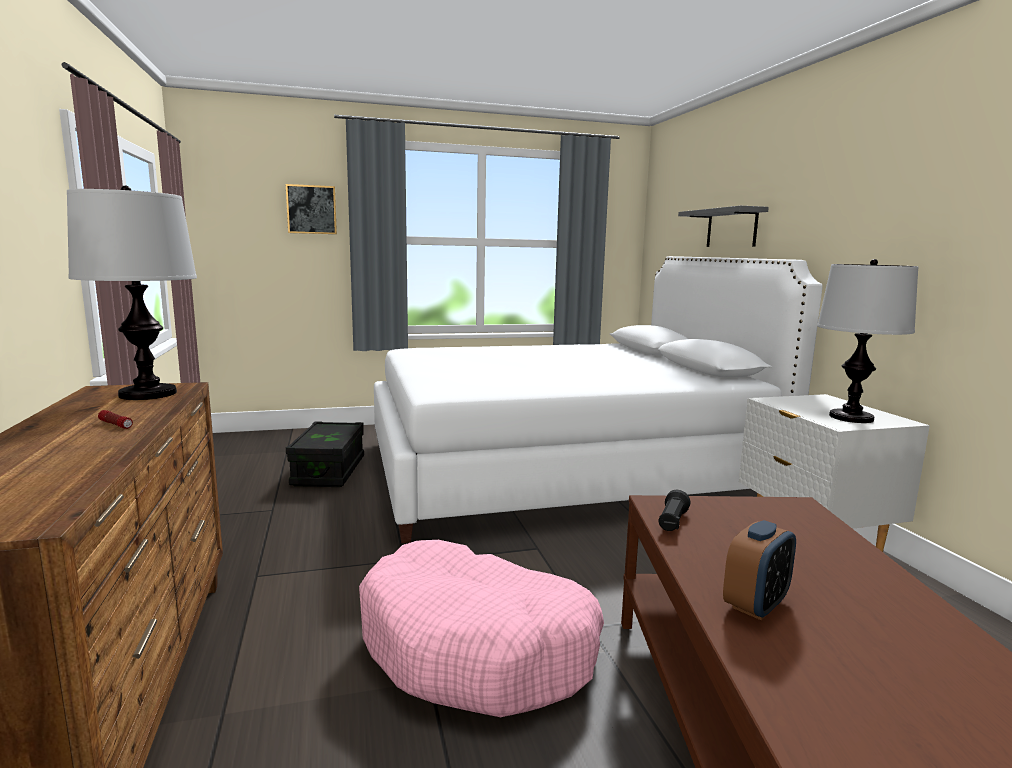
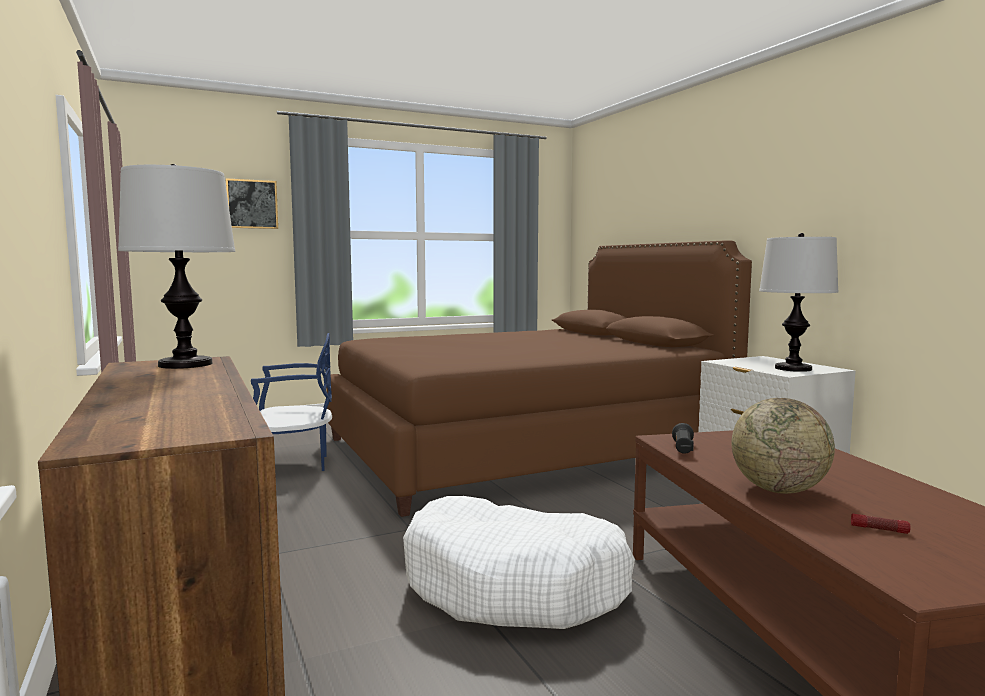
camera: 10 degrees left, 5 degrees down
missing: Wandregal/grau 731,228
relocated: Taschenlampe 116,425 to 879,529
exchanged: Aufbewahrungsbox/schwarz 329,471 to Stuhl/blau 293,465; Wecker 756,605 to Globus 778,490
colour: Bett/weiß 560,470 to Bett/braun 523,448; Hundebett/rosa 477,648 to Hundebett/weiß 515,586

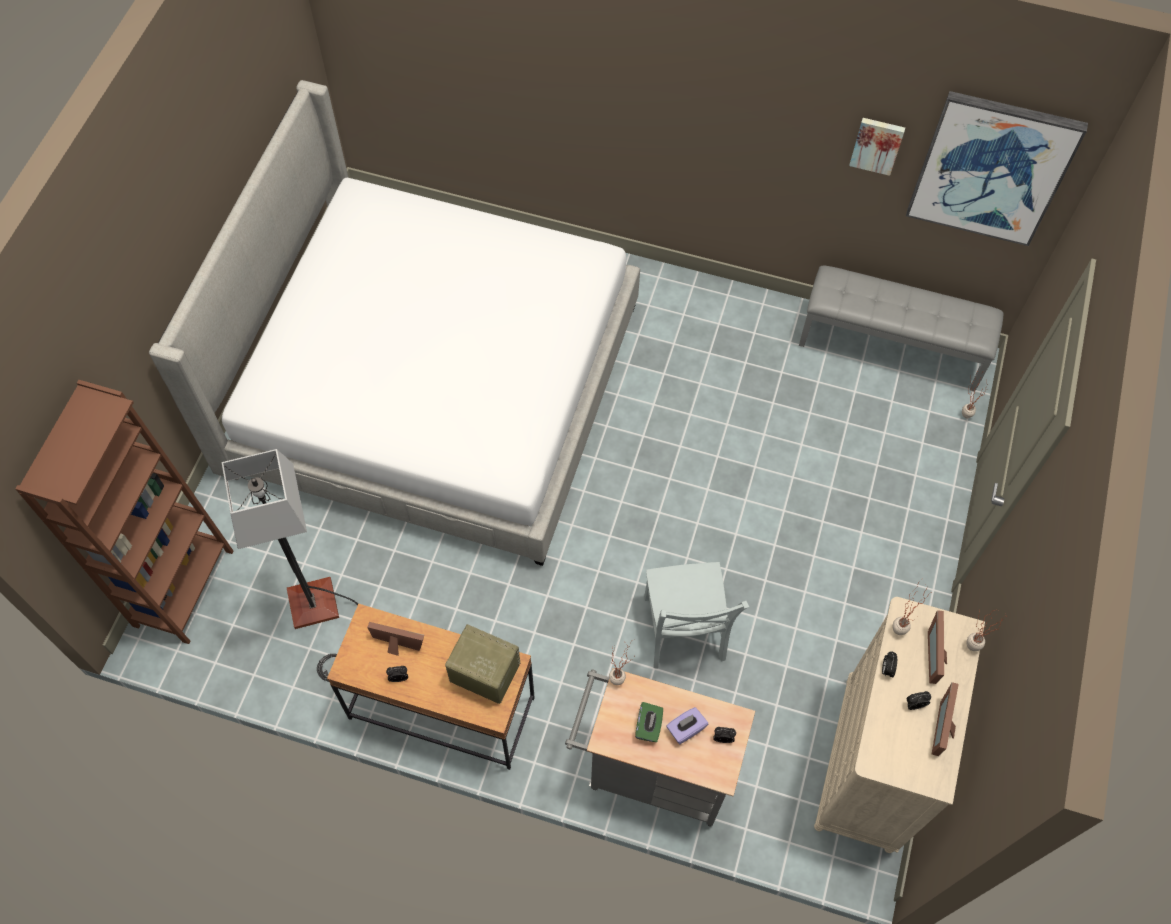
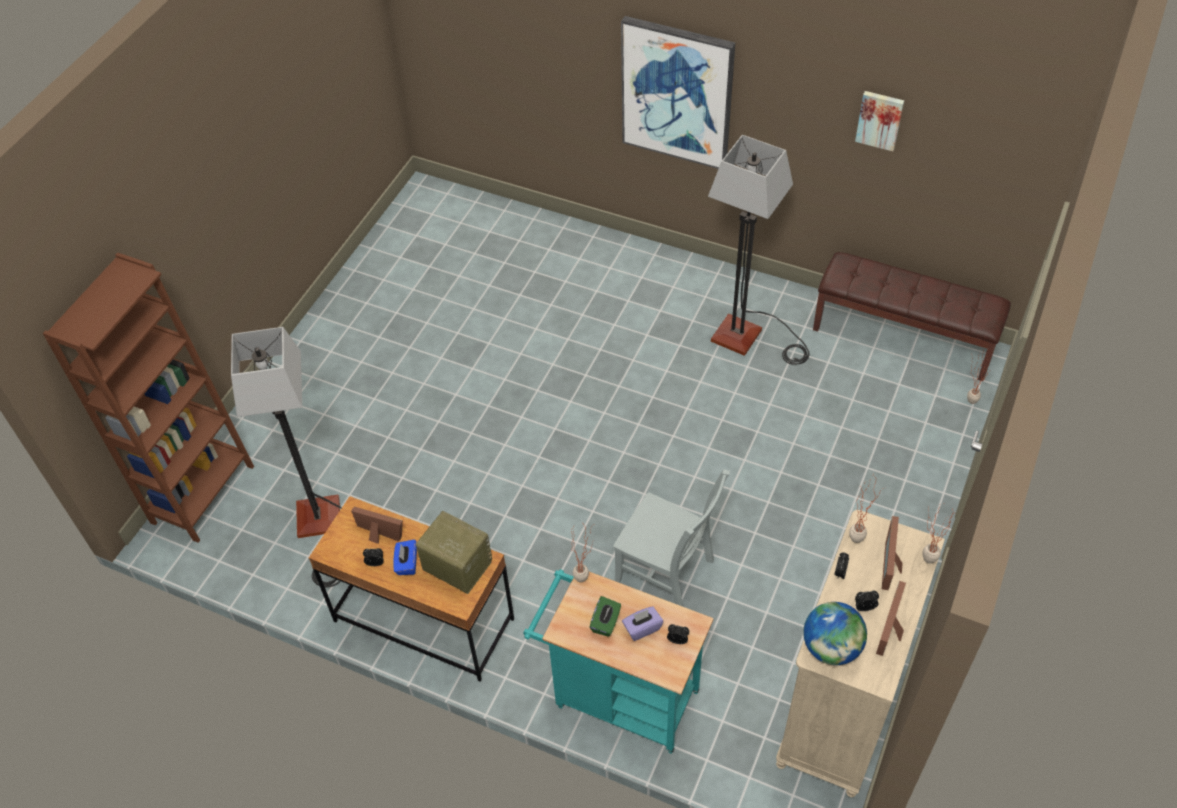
camera: 10 degrees right, 10 degrees down
missing: Bett 433,385
appeared: Stehlampe 750,338; Taschentuchbox/blau 407,563; Globus 831,647
relocated: Bild 991,168 to 677,92
colour: Bank/grau 891,346 to Bank/braun 904,336; Rollwagen/grau 651,770 to Rollwagen/türkis 619,696
spun: Stuhl/grau 683,632 = 668,573 60 degrees counterclockwise

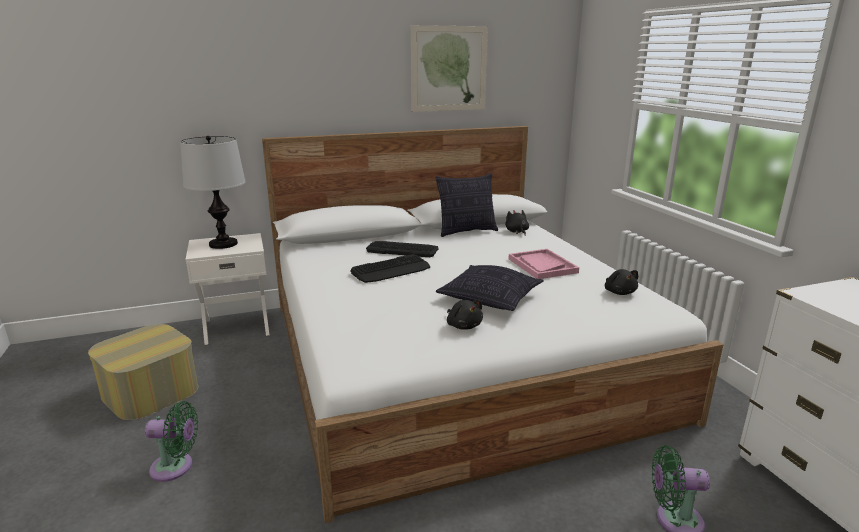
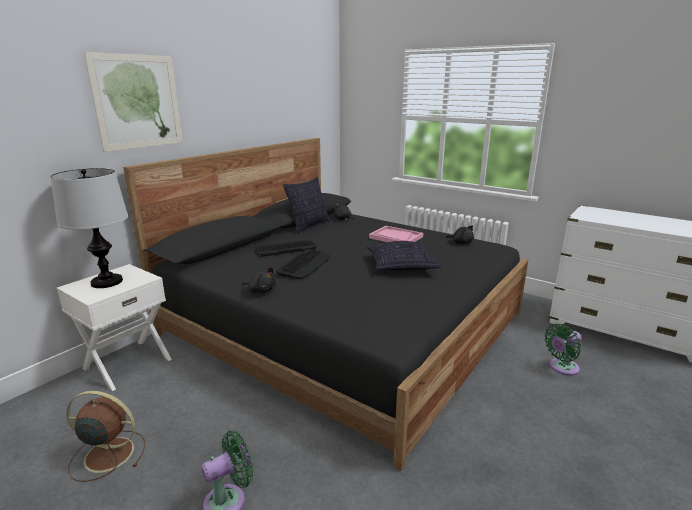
camera: 35 degrees left, 0 degrees up
relocated: Bild 449,69 to 138,102; Plüschtier/schwarz 463,326 to 261,290
exchanged: Polsterhocker 150,391 to Ventilator/braun 107,454
colour: Bett/weiß 454,356 to Bett/schwarz 344,323

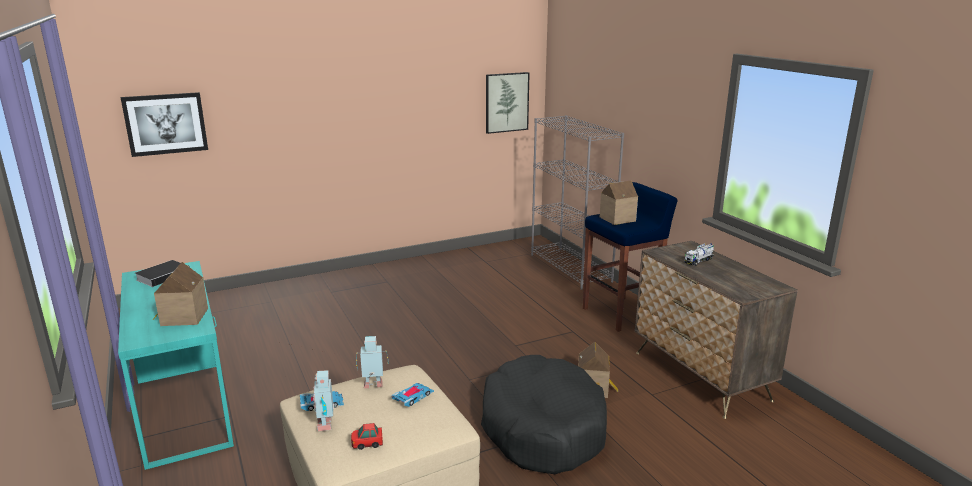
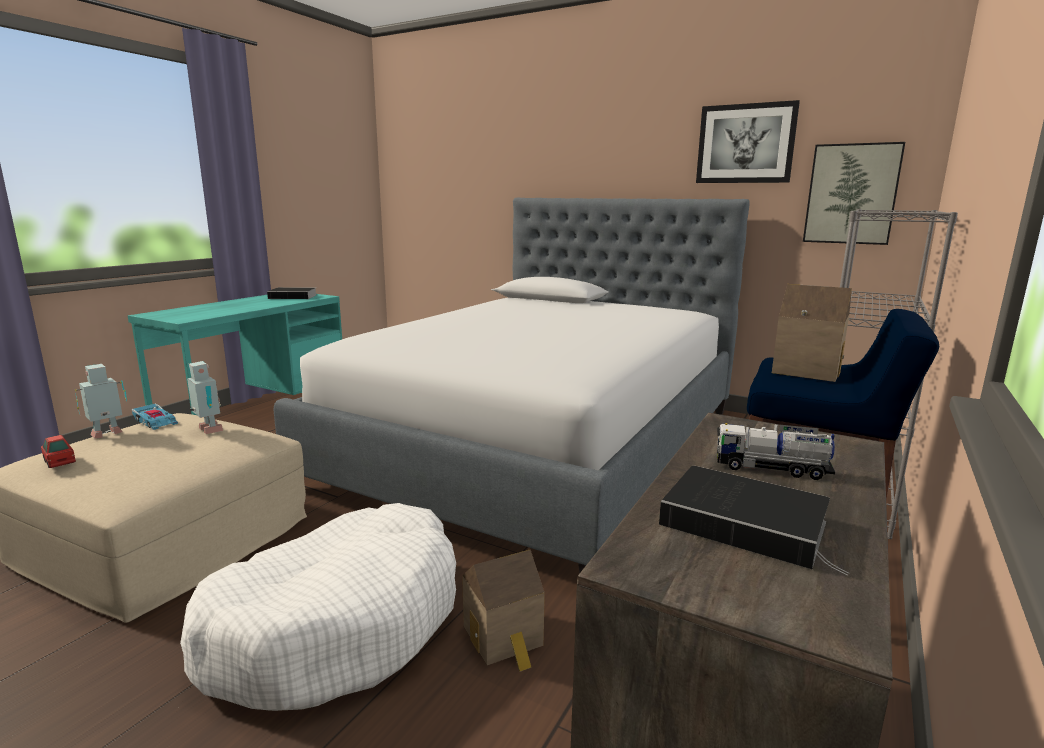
camera: 55 degrees right, 5 degrees down
missing: Spielzeughaus 182,317; Spielzeugauto 413,397
appeared: Bett 541,445; Buch 749,524
relocated: Bild 165,124 to 745,144
colour: Hundebett/schwarz 542,428 to Hundebett/weiß 338,624

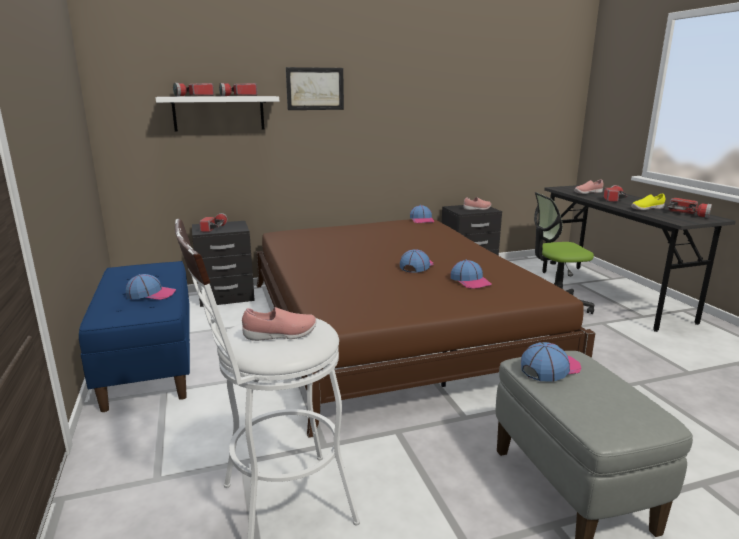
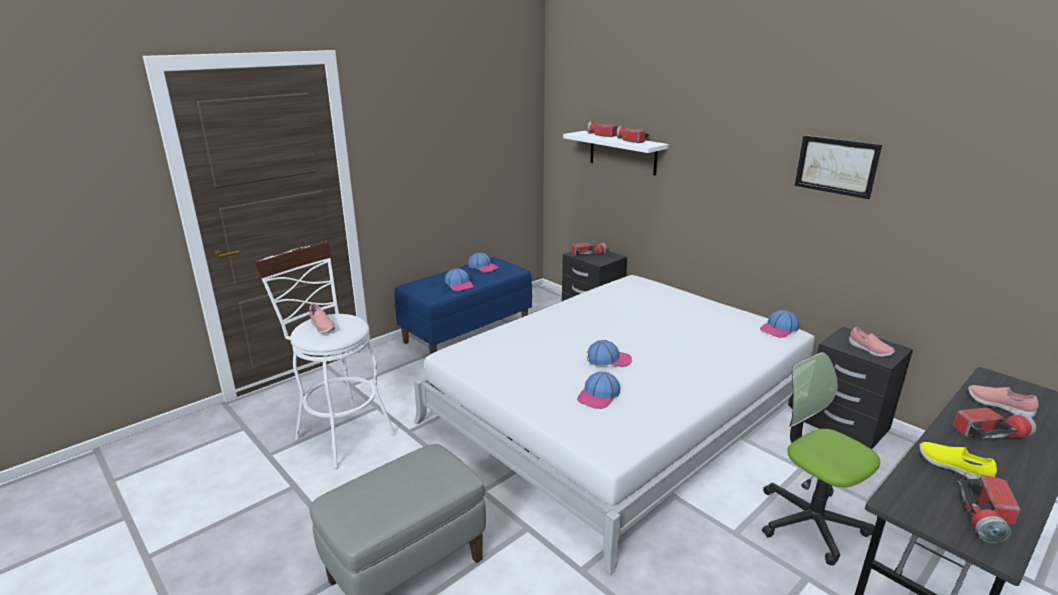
camera: 65 degrees right, 5 degrees up
relocated: Bild 315,89 to 836,166; Kappe 550,368 to 483,267
colour: Bett/braun 391,325 to Bett/weiß 621,410

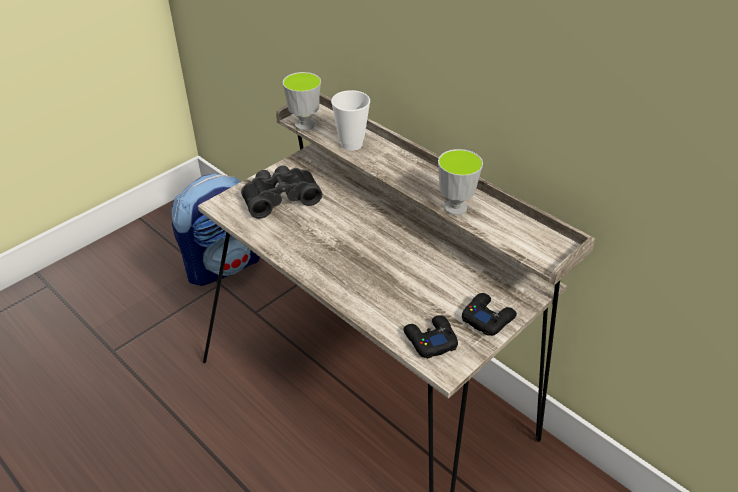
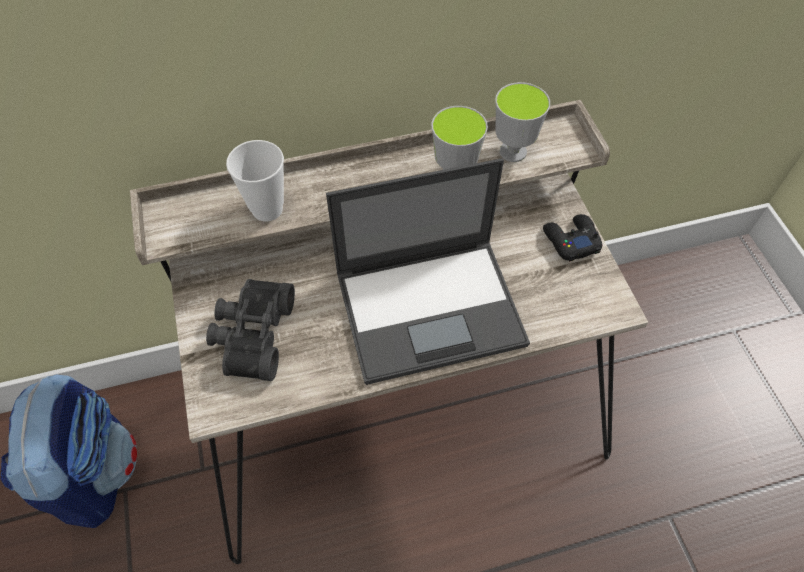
camera: 60 degrees left, 15 degrees up
missing: Gamepad/schwarz 430,340
appeared: Laptop 432,308
relocated: Tasse 304,125 to 513,152

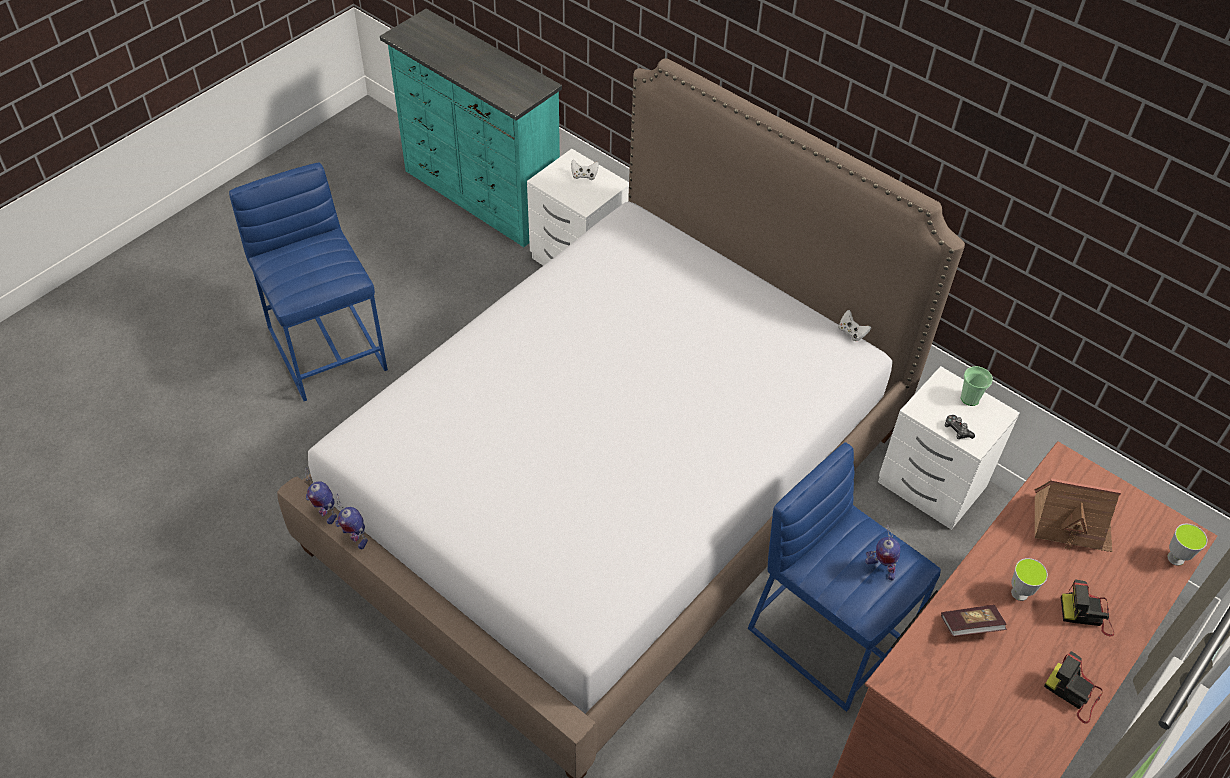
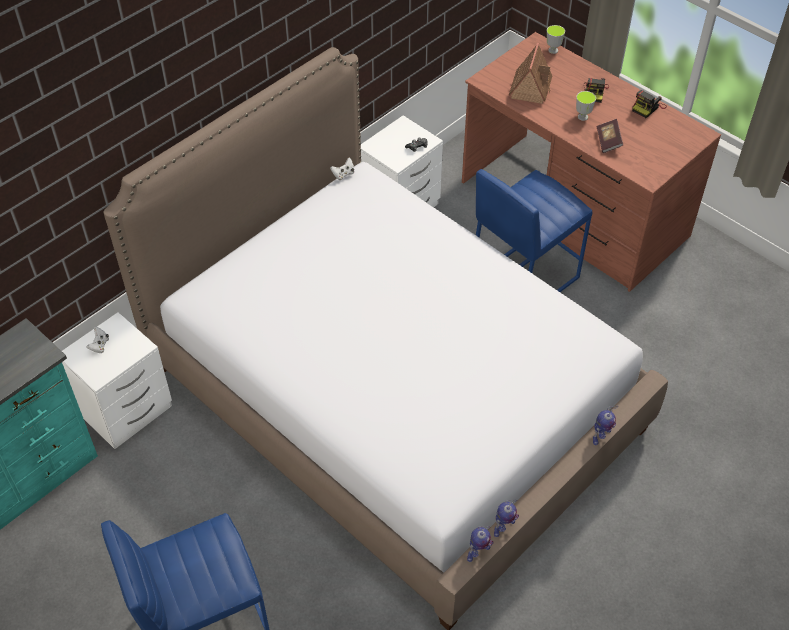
camera: 85 degrees left, 0 degrees up
missing: Tasse 970,398
relocated: Spielzeugroboter 880,568 to 601,436

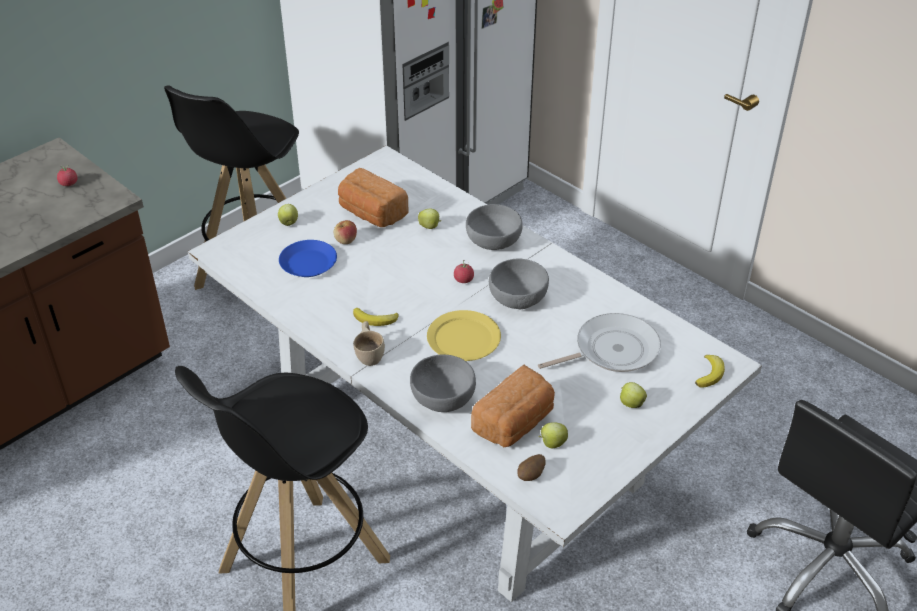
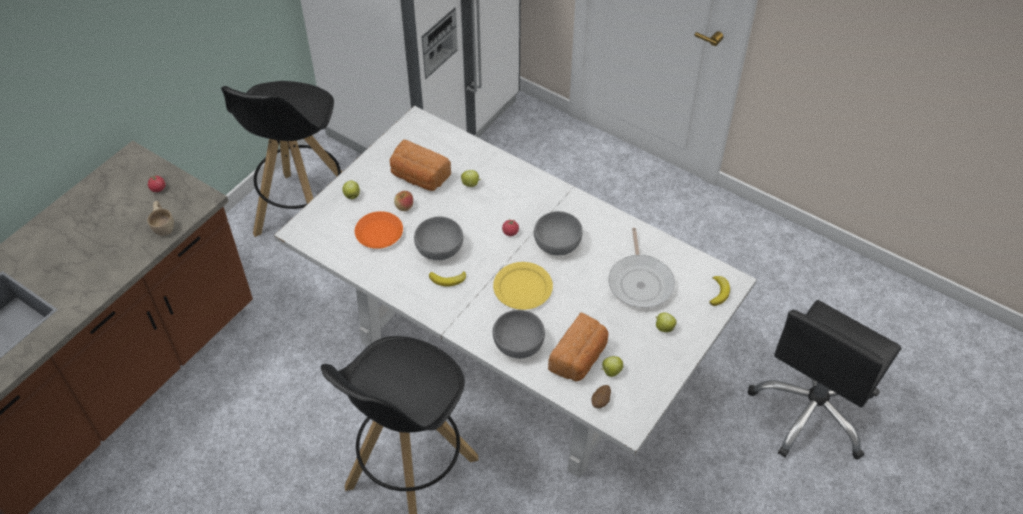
camera: 10 degrees left, 10 degrees up
relocated: Schüssel/grau 494,241 to 440,248; Tasse/beige 370,353 to 164,225
colour: Teller/blau 309,263 to Teller/orange 380,233
spun: Pfanne 611,350 = 640,282 120 degrees clockwise

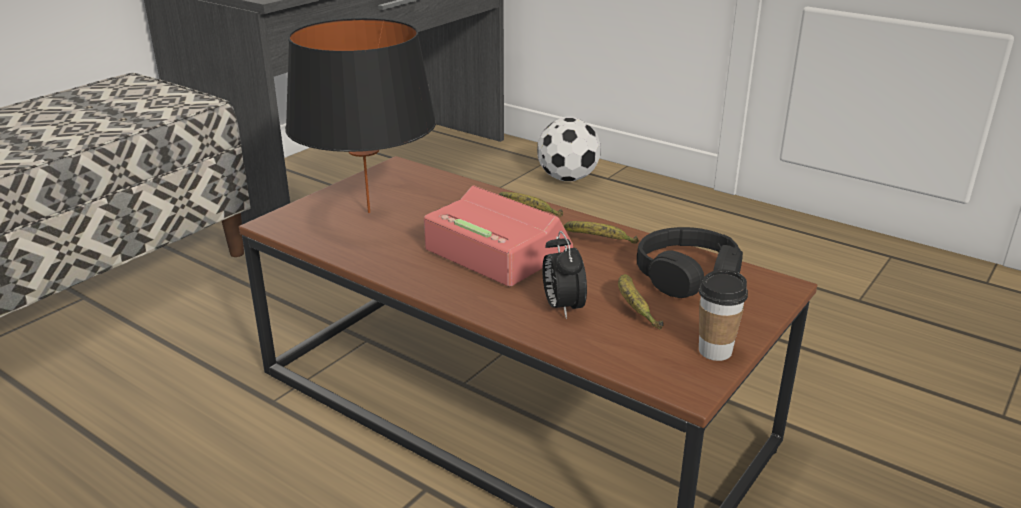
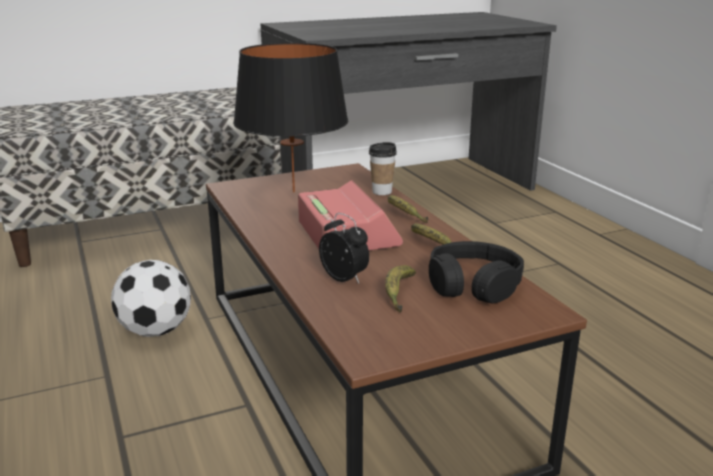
camera: 30 degrees right, 5 degrees down
relocated: Fußball 568,178 to 156,330; Tasse 715,351 to 382,192
spun: Wecker 562,307 = 345,279 120 degrees clockwise

